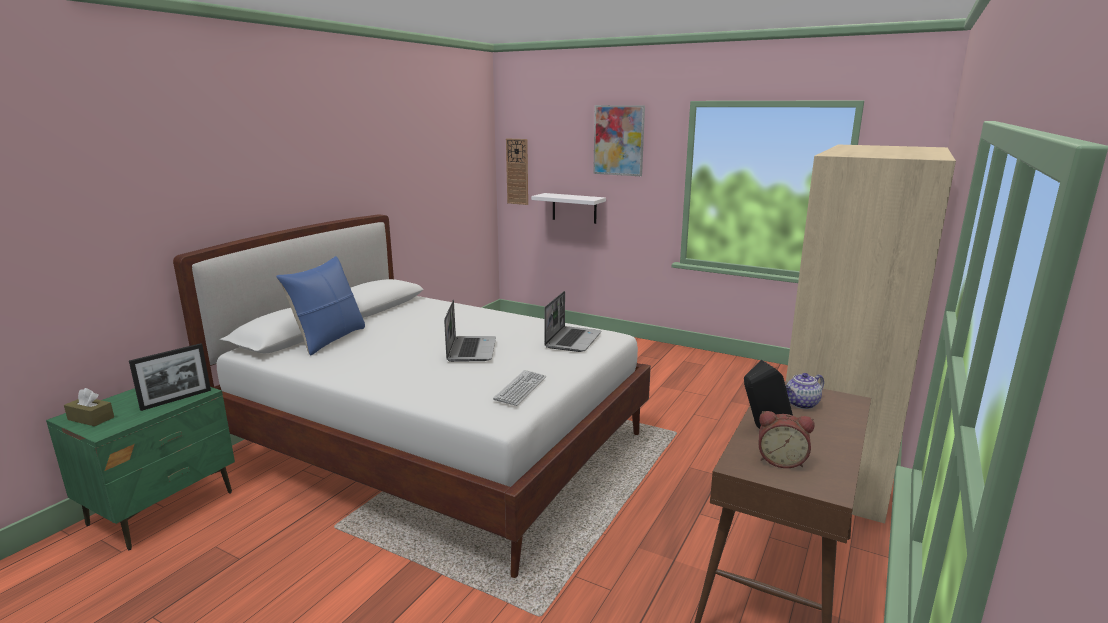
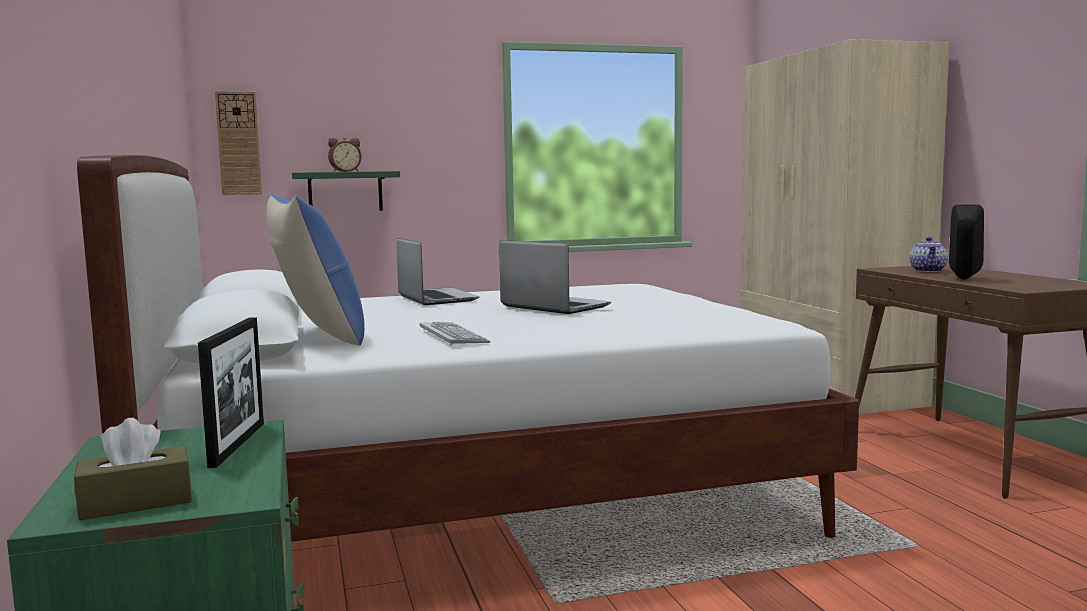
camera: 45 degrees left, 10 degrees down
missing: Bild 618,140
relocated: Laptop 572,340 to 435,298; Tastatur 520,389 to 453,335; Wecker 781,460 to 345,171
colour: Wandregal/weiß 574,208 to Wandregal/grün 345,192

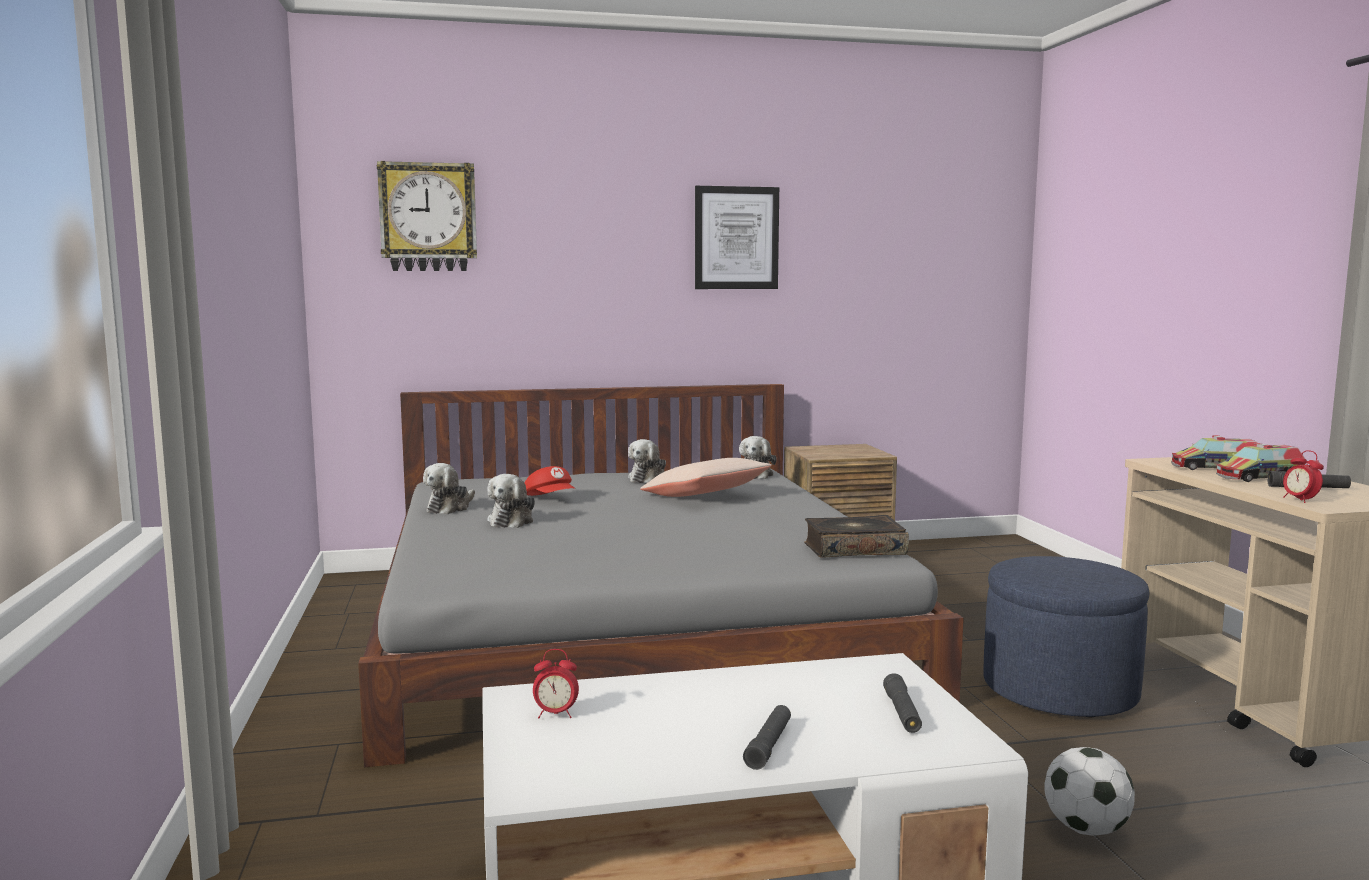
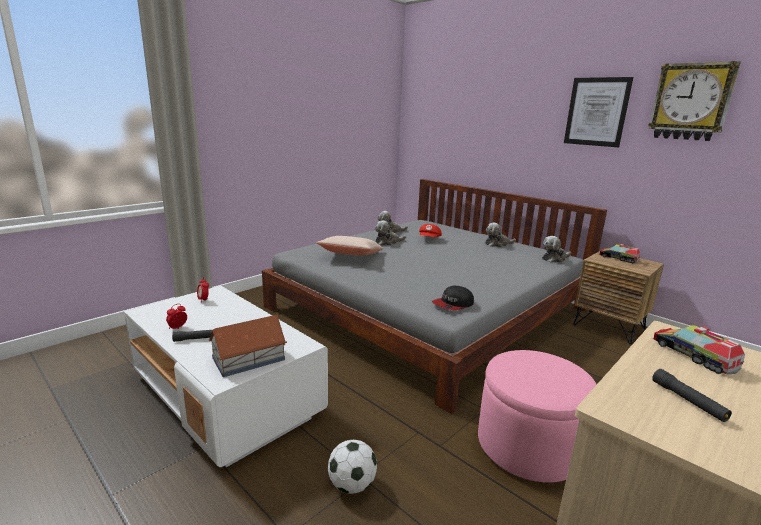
camera: 55 degrees right, 10 degrees up
relocated: Wanduhr 428,217 to 691,102; Spielzeuglaster 1259,477 to 618,258; Wecker 1300,500 to 177,328; Kissen/beige 705,496 to 351,256
exchanged: Buch 854,549 to Kappe 453,304; Taschenlampe/schwarz 902,713 to Spielzeughaus 247,358
colour: Polsterhocker/blau 1059,690 to Polsterhocker/rosa 528,446

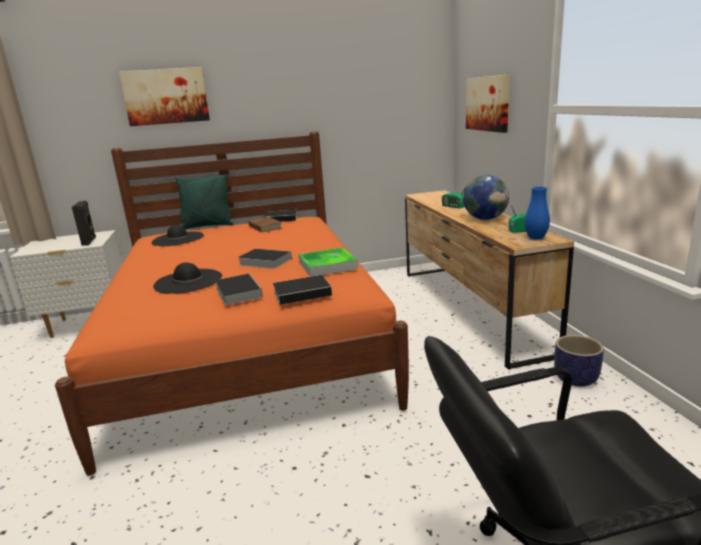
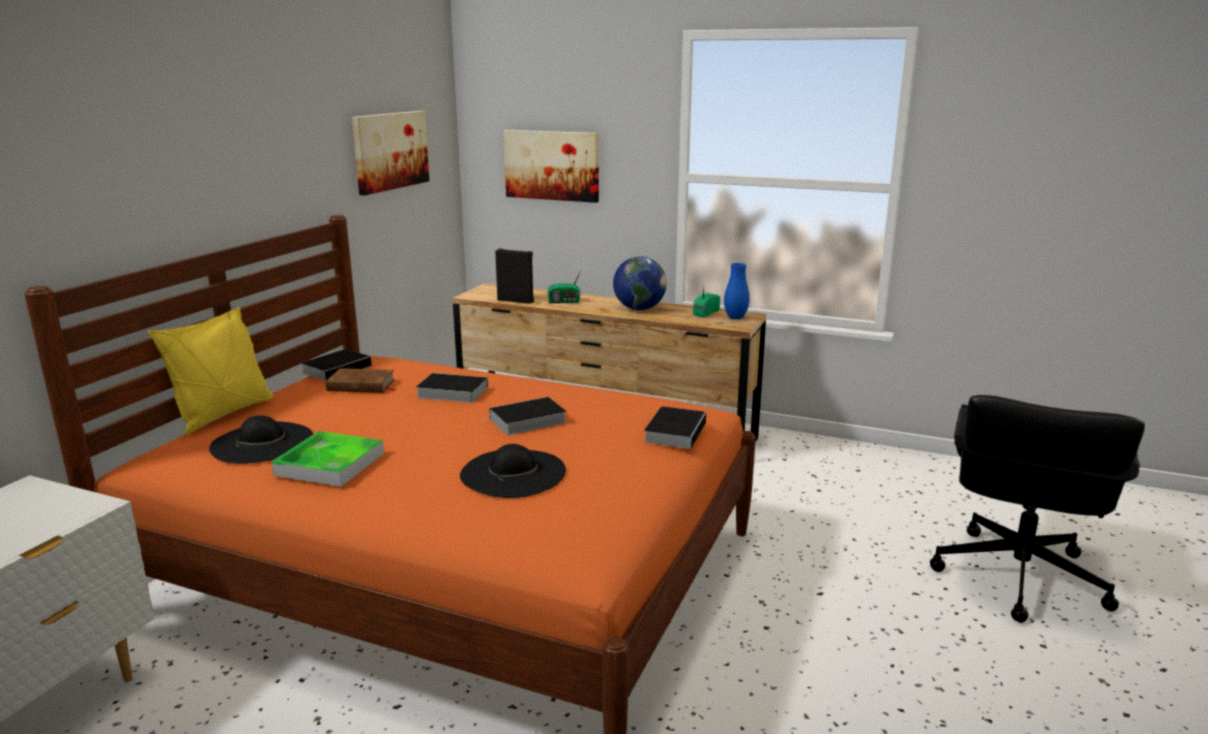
camera: 55 degrees left, 0 degrees up
missing: Pflanzkübel 576,379
relocated: Bild 166,96 to 390,151; Lautsprecher/schwarz 89,241 to 516,301; Tablett 327,266 to 330,464; Buch 237,292 to 450,392
colour: Kissen/grün 207,226 to Kissen/gelb 223,414

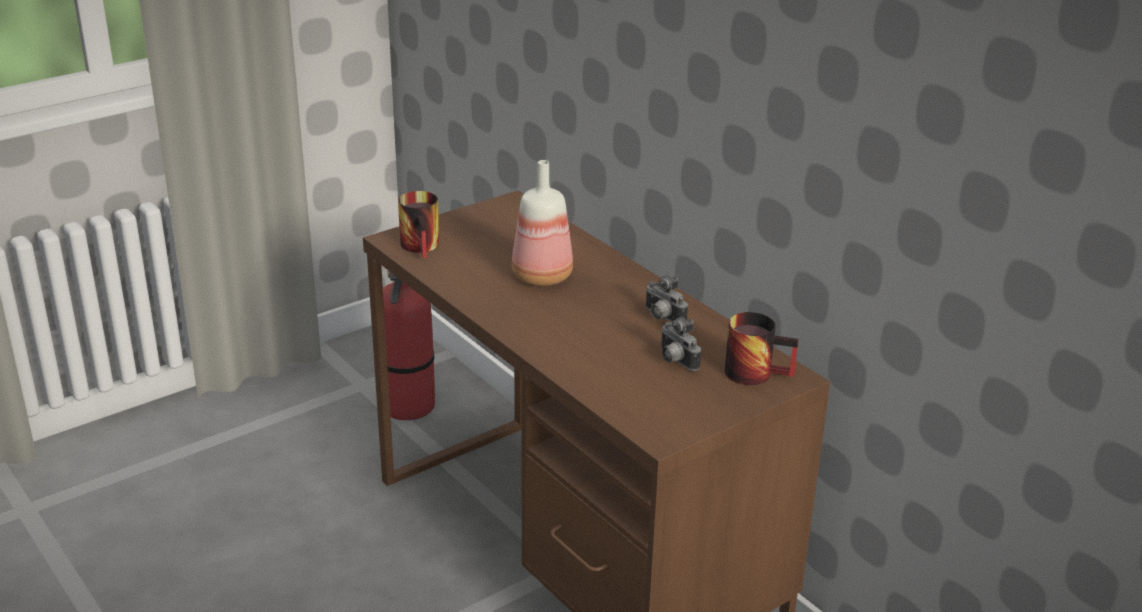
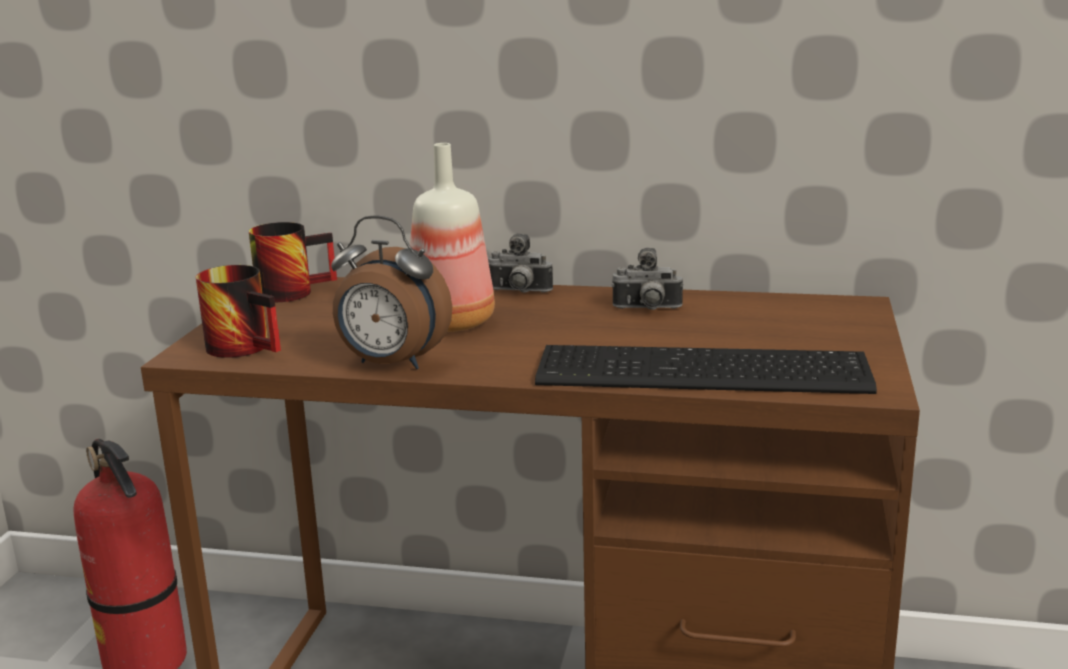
camera: 40 degrees left, 10 degrees down
appeared: Wecker 391,364; Tastatur 706,373
relocated: Henkelbecher 756,371 to 292,290; Kamera 675,361 to 519,292

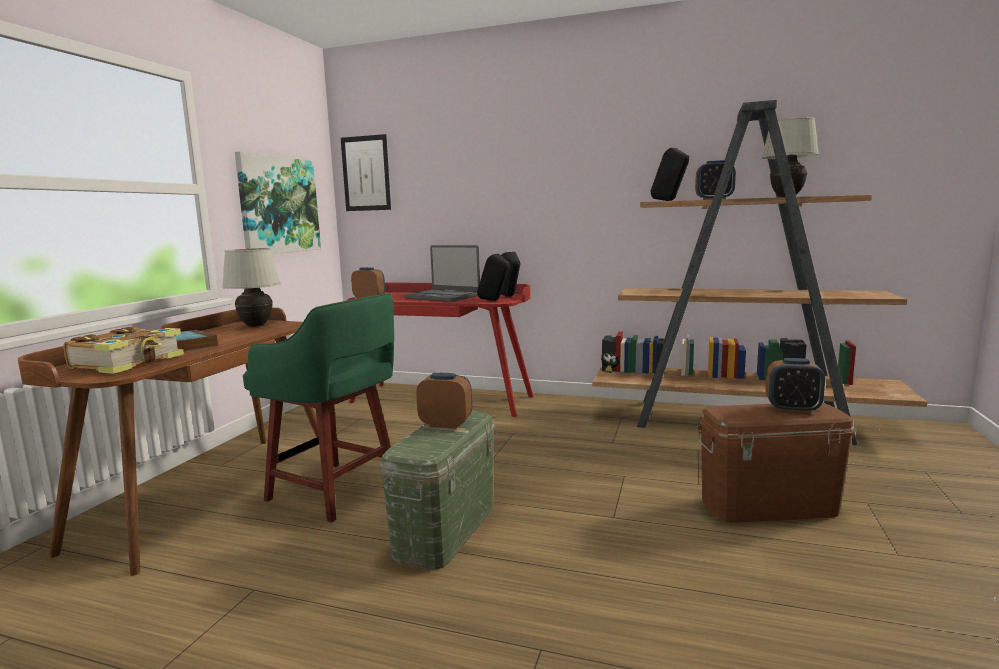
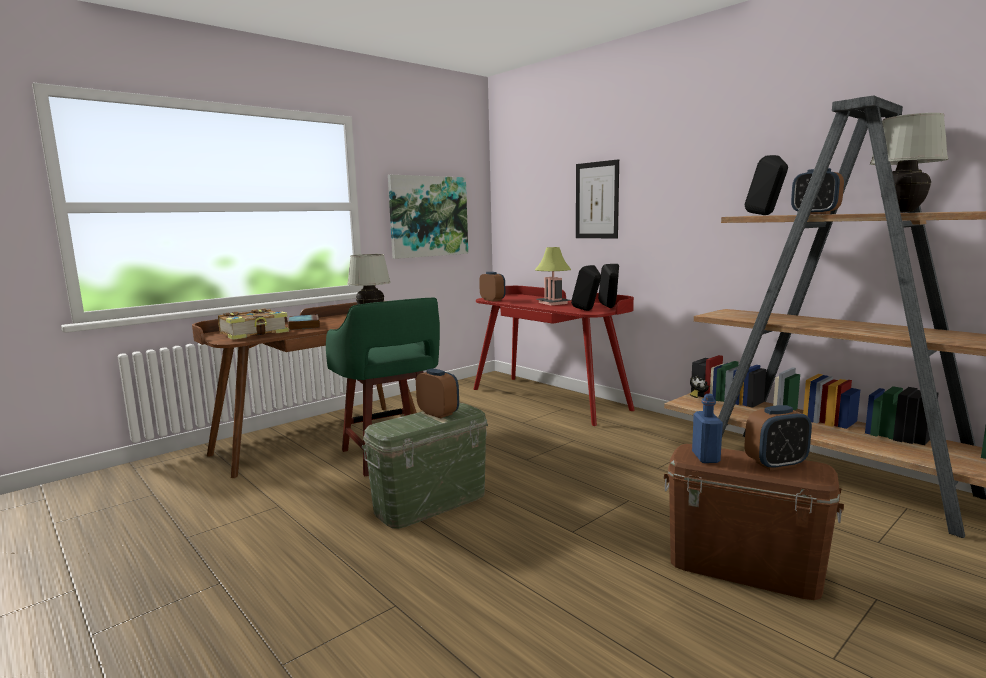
camera: 30 degrees right, 0 degrees up
appeared: Flasche/blau 705,457
relocated: Bild 366,173 to 597,200
exchanged: Laptop 442,297 to Tischlampe 553,303
spun: Wecker 792,409 = 776,464 60 degrees counterclockwise

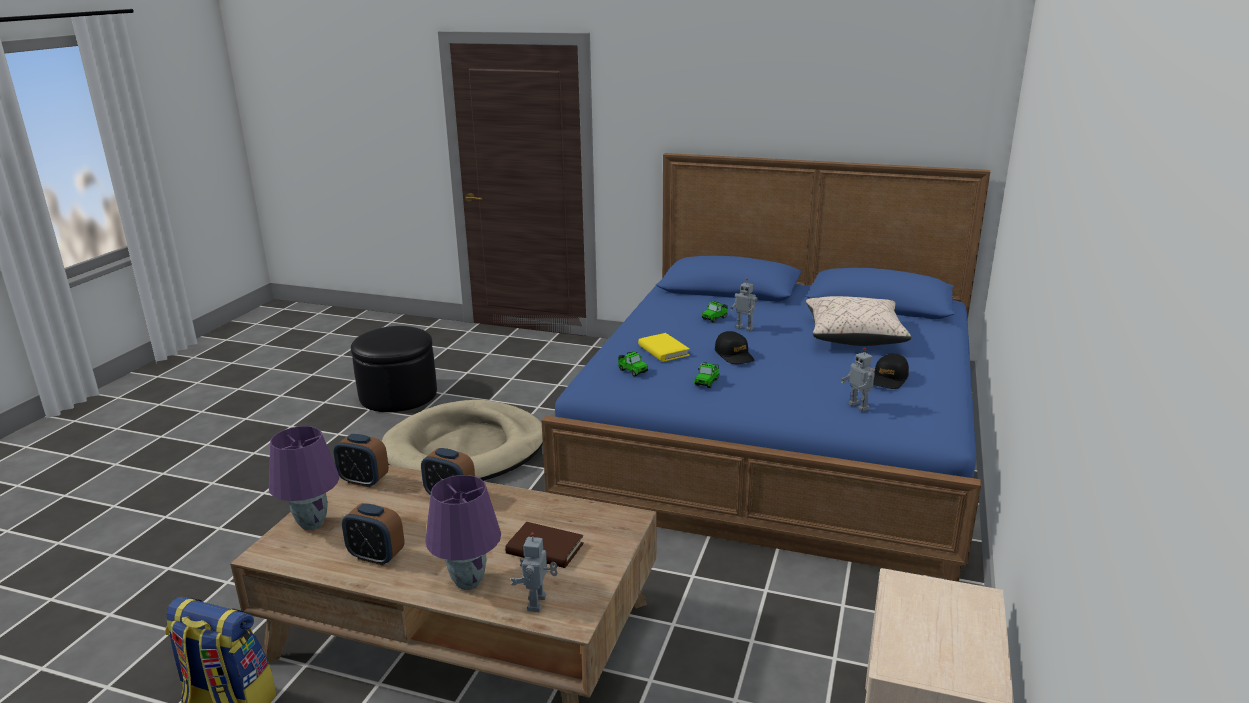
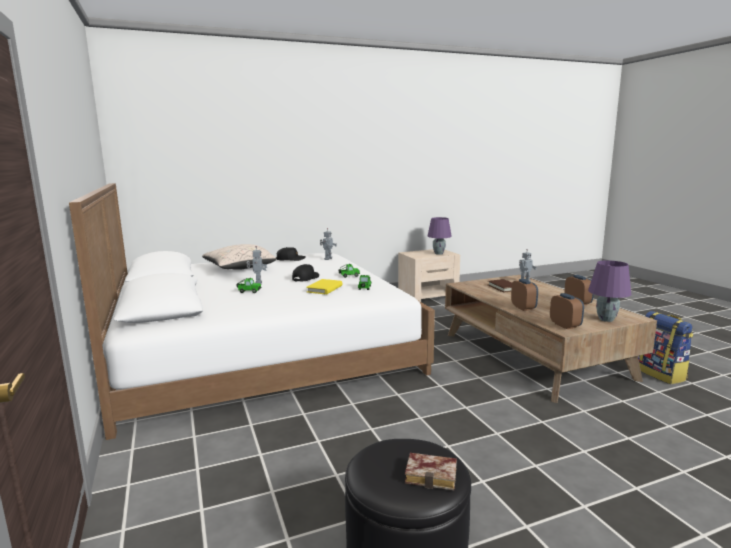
camera: 130 degrees left, 10 degrees down
missing: Hundebett/beige 466,449
appeared: Buch 433,475
relocated: Tischlampe/lila 468,581 to 438,253
colour: Bett/blau 778,436 to Bett/weiß 261,350

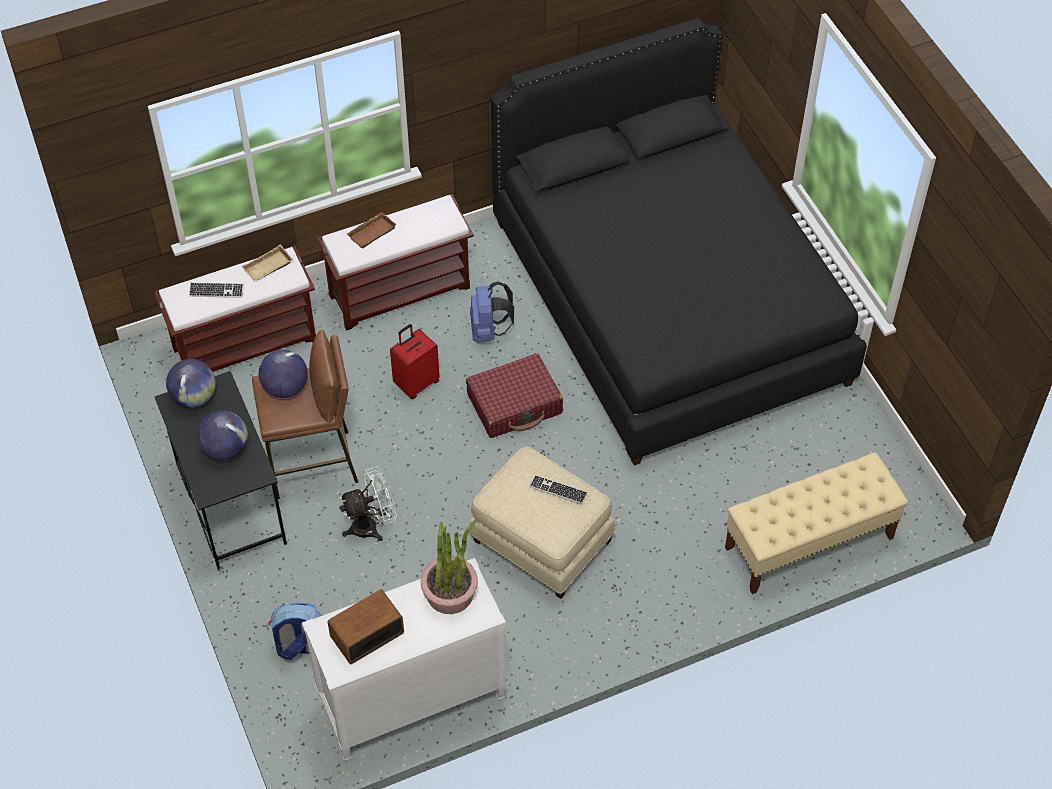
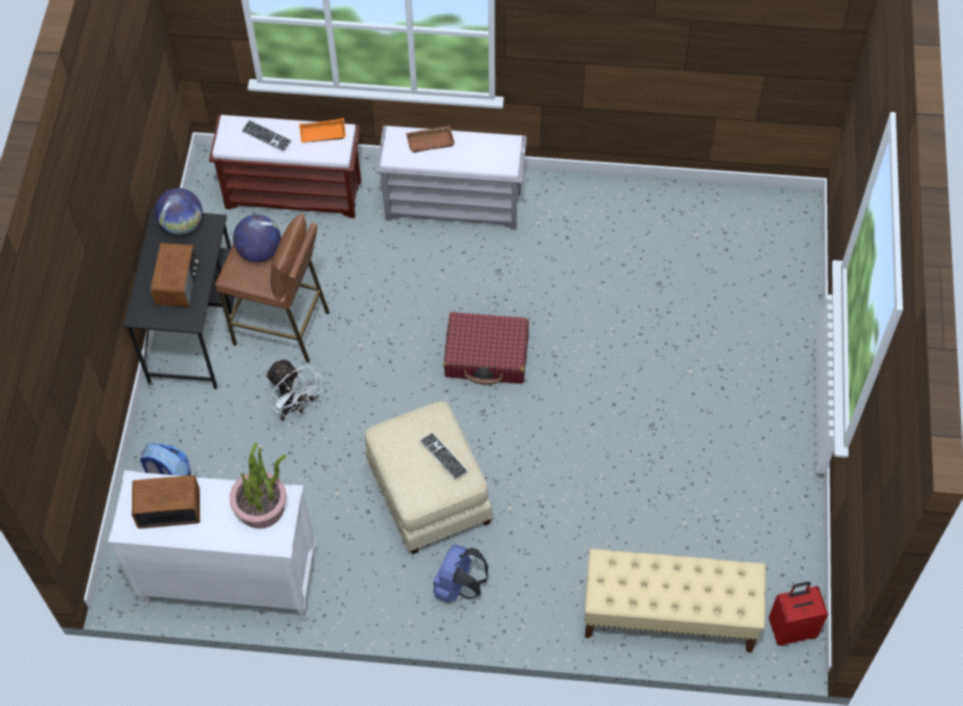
camera: 30 degrees right, 5 degrees up
missing: Bett/schwarz 668,302
relocated: Rucksack/blau 489,330 to 459,586; Koffer/rot 416,383 to 792,629
exchanged: Globus 225,449 to Radio 178,283
colour: Bank/braun 400,291 to Bank/grau 454,204; Tablett/beige 268,268 to Tablett/orange 322,135
spun: Ventilator/weiß 371,525 = 295,407 45 degrees clockwise

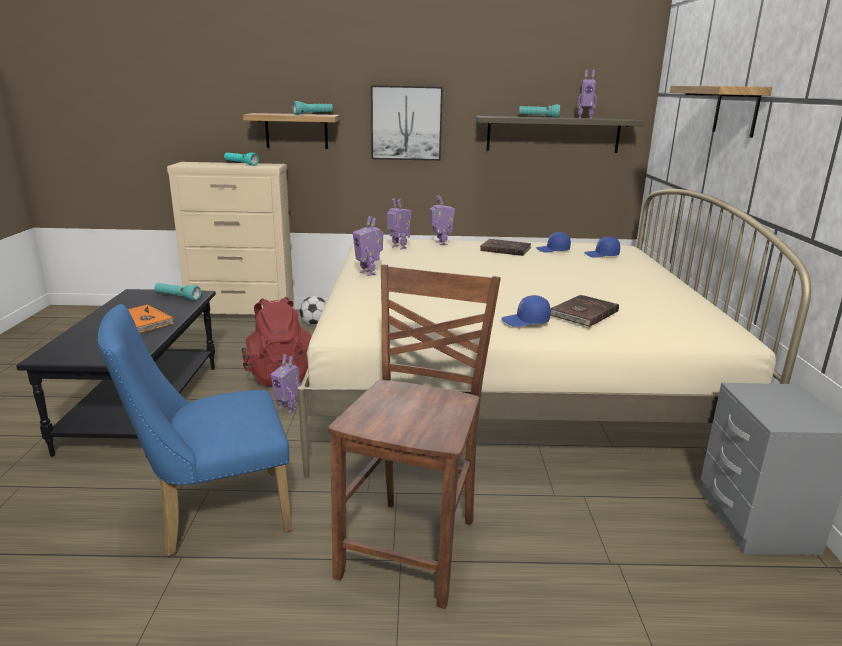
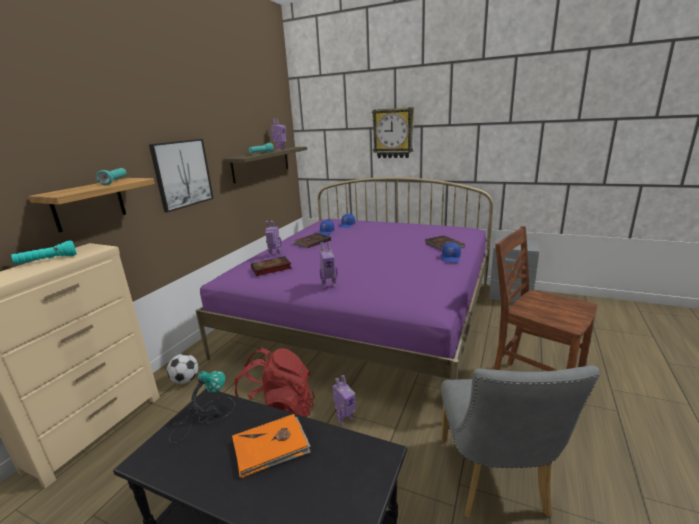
camera: 65 degrees left, 0 degrees up
exchanged: Wandregal 736,110 to Wanduhr 393,133; Spielzeugroboter 398,247 to Buch 270,269; Taschenlampe/türkis 177,297 to Tischlampe 204,416
colour: Bett/beige 506,384 to Bett/lila 366,317; Stuhl/blau 213,514 to Stuhl/grau 494,482

